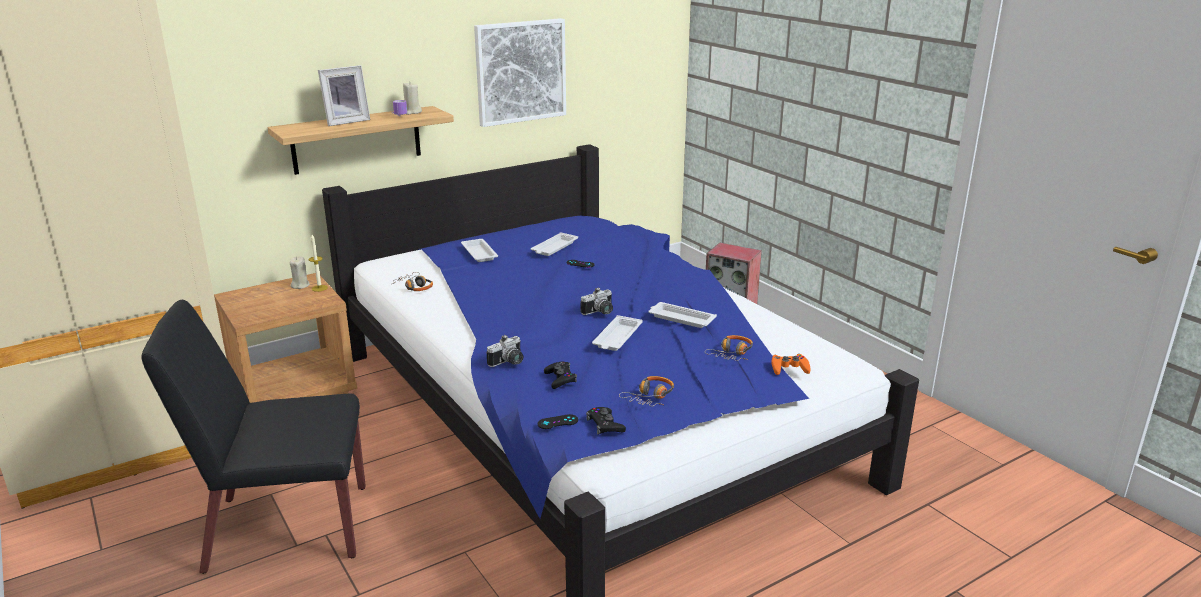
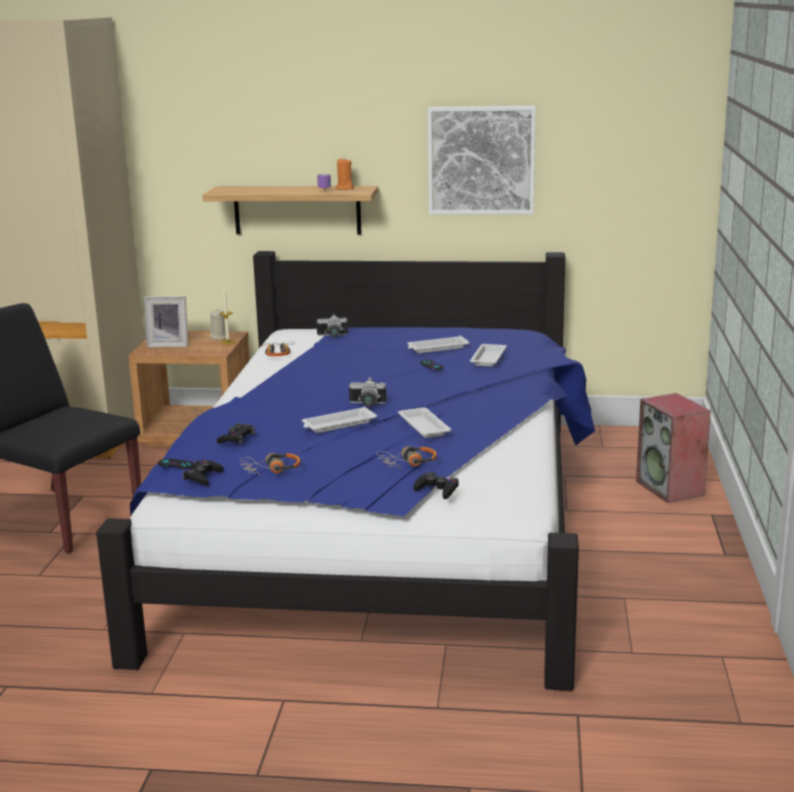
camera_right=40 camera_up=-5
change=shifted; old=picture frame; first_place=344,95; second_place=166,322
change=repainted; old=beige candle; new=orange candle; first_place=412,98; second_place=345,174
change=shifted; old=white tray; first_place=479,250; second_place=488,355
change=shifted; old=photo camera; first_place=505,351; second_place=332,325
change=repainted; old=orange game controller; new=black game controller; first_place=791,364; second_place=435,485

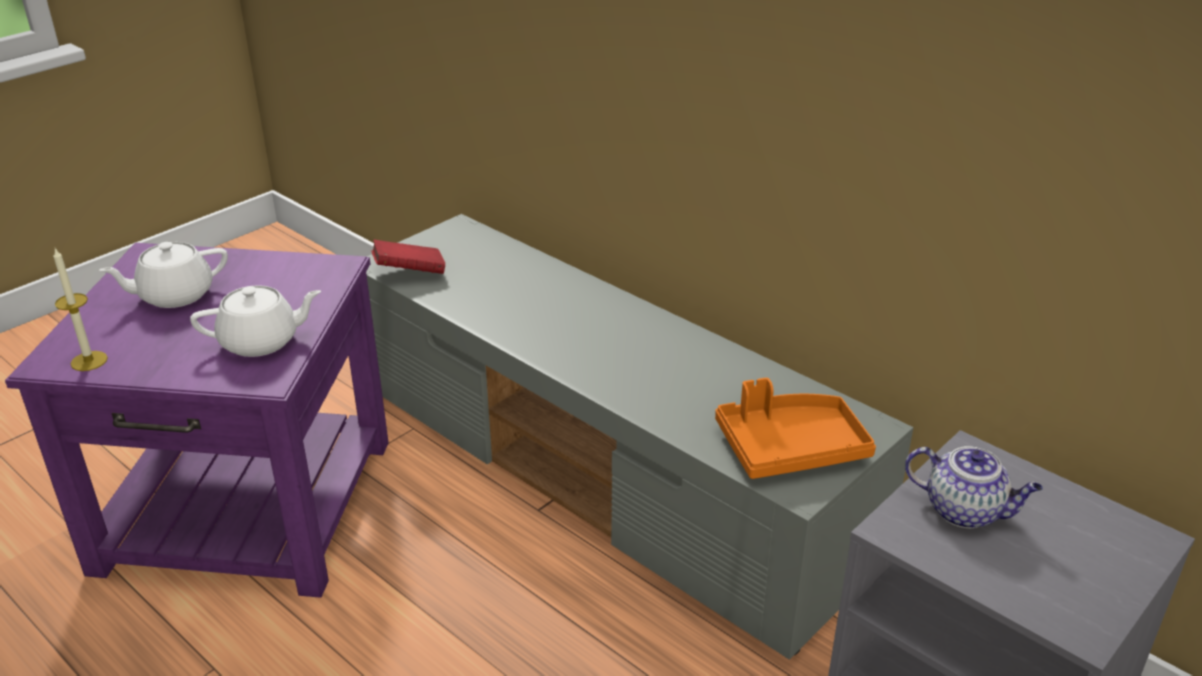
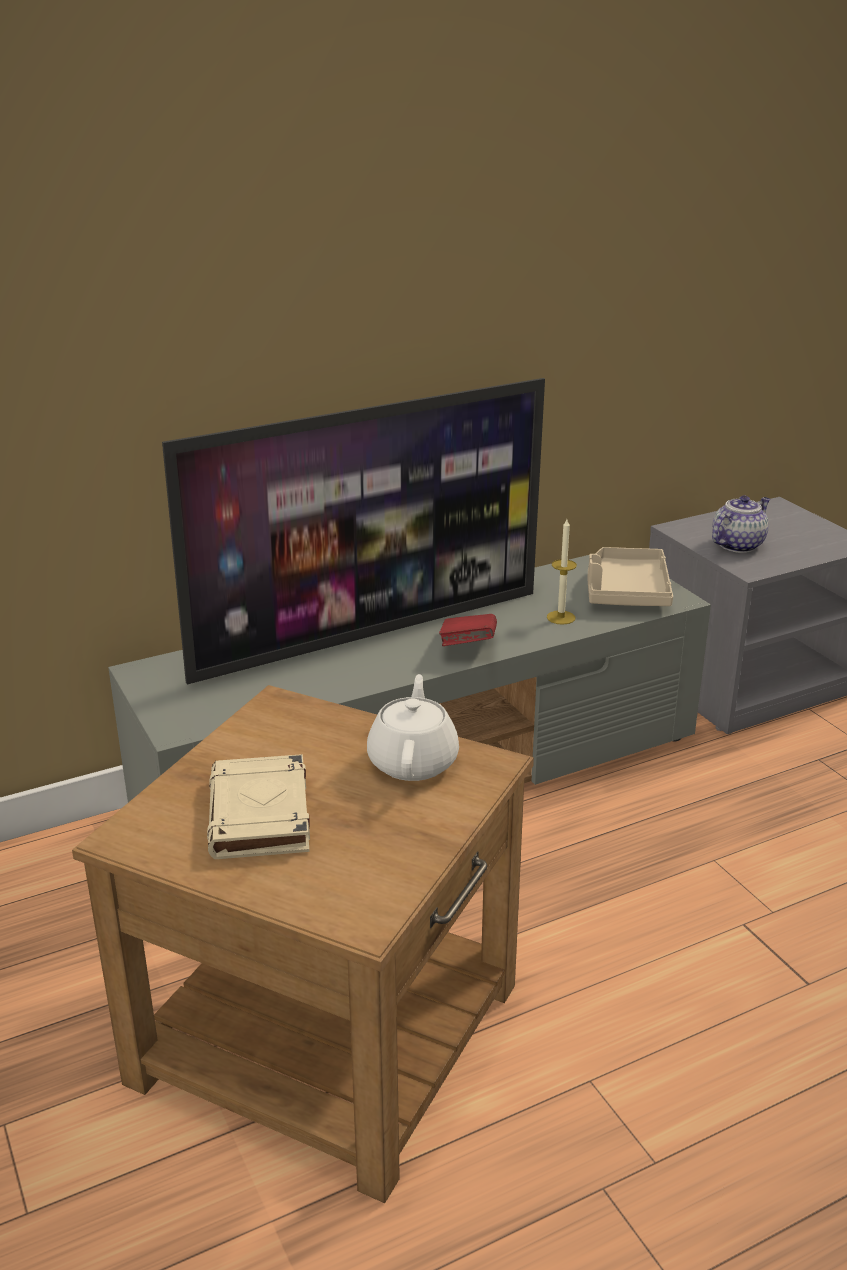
camera_right=-70 camera_up=-5
change=shifted; old=red book; first_place=408,257; second_place=468,630
change=swapped; old=white teapot; new=beige book; first_place=164,275; second_place=258,806
change=repainted; old=purple side table; new=brown side table; first_place=197,420; second_place=303,944
change=shifted; old=candle; first_place=80,309; second_place=562,572
change=repainted; old=orange tray; new=beige tray; first_place=795,428; second_place=630,576
change=new; new=television; second_place=353,531

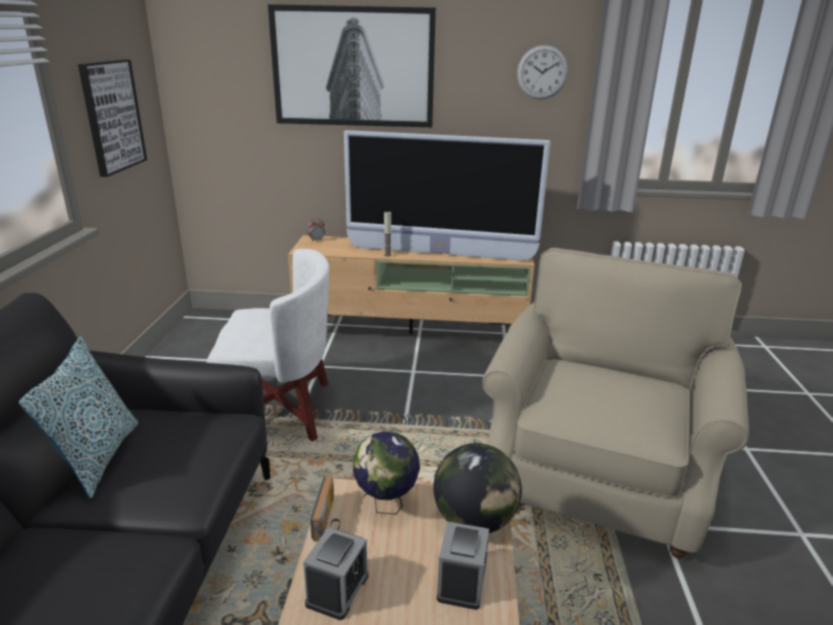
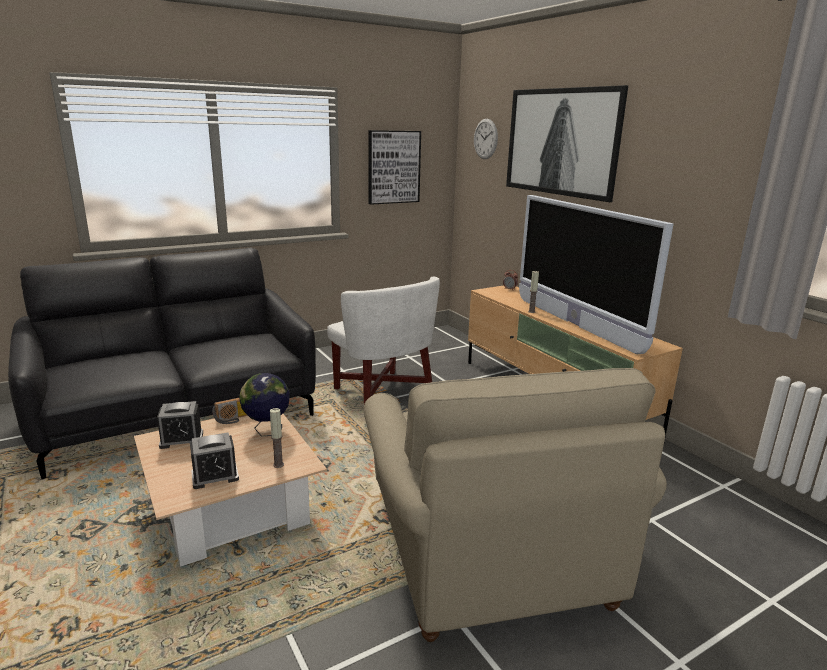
camera_right=55 camera_up=-5
change=shifted; old=wall clock; first_place=542,72; second_place=486,139
change=rotated; old=beige armchair; first_place=615,403; second_place=515,505; degrees=90
change=gone; old=pillow; first_place=78,417
change=swapped; old=globe; new=candle; first_place=477,488; second_place=277,438

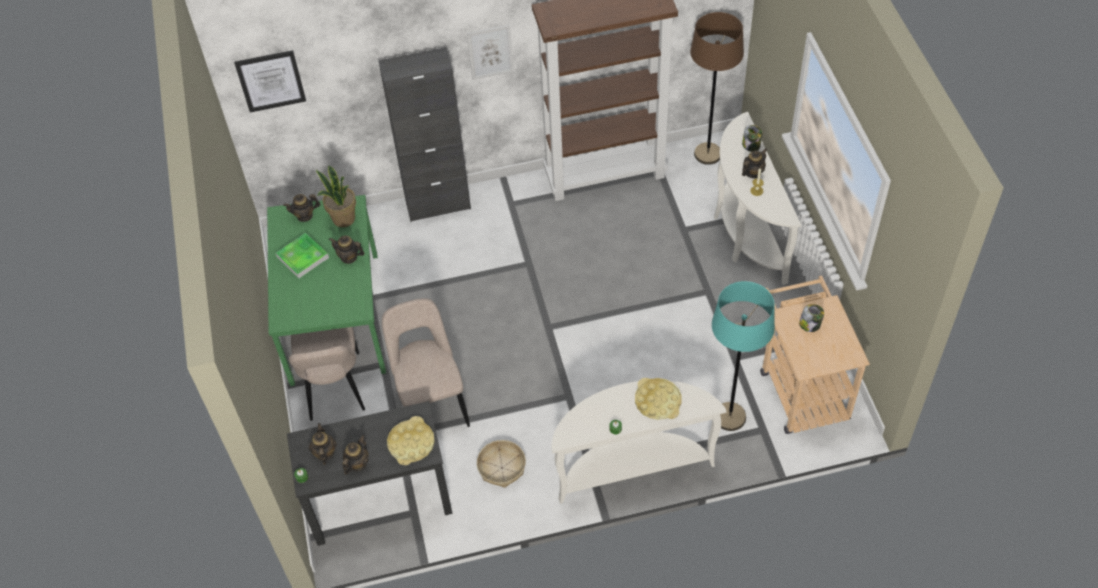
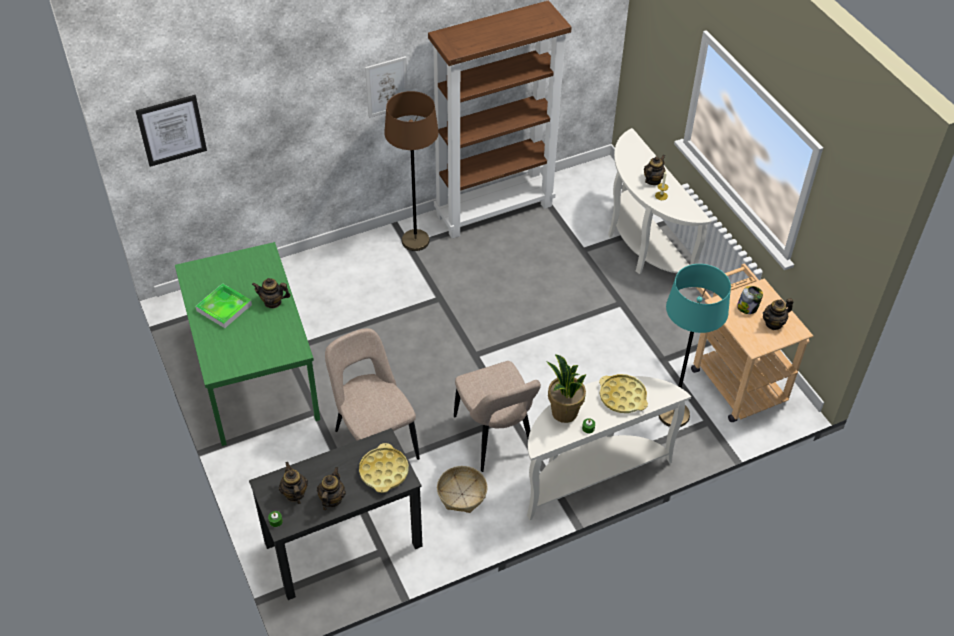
camera_right=-15 camera_up=-5
change=shifted; old=brown floor lamp; first_place=717,88; second_place=411,171
change=gone; old=black cabinet; first_place=424,134
change=gone; old=jar; first_place=752,138
change=shifted; old=potted plant; first_place=336,196; second_place=566,389
change=shifted; old=teapot; first_place=301,208; second_place=778,314
change=shifted; old=beige chair; first_place=327,374; second_place=497,416

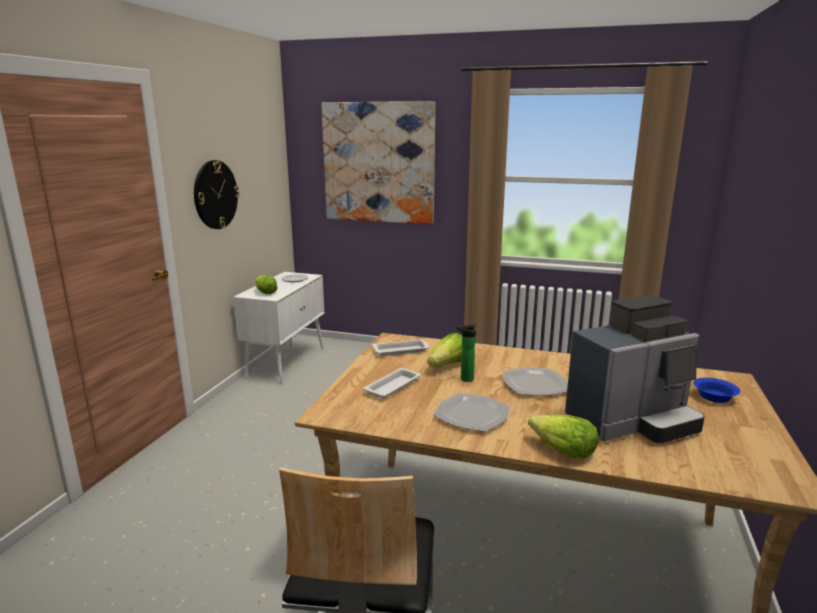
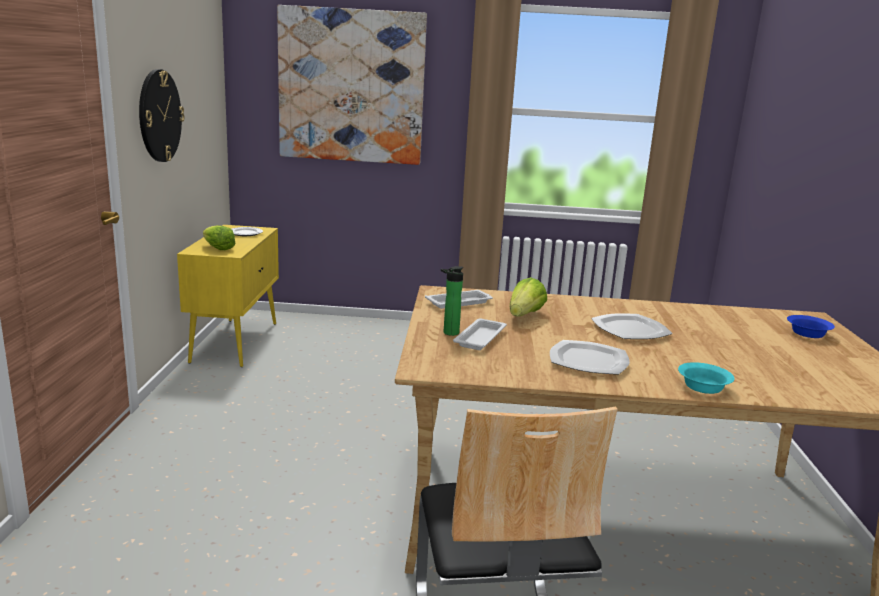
camera_right=-15 camera_up=0
change=repainted; old=white cabinet; new=yellow cabinet; first_place=278,328; second_place=228,296
change=gone; old=coffee machine; first_place=635,369
change=shifted; old=bottle; first_place=466,353; second_place=452,301
change=swapped; old=lettuce; new=turquoise bowl; first_place=563,437; second_place=706,378

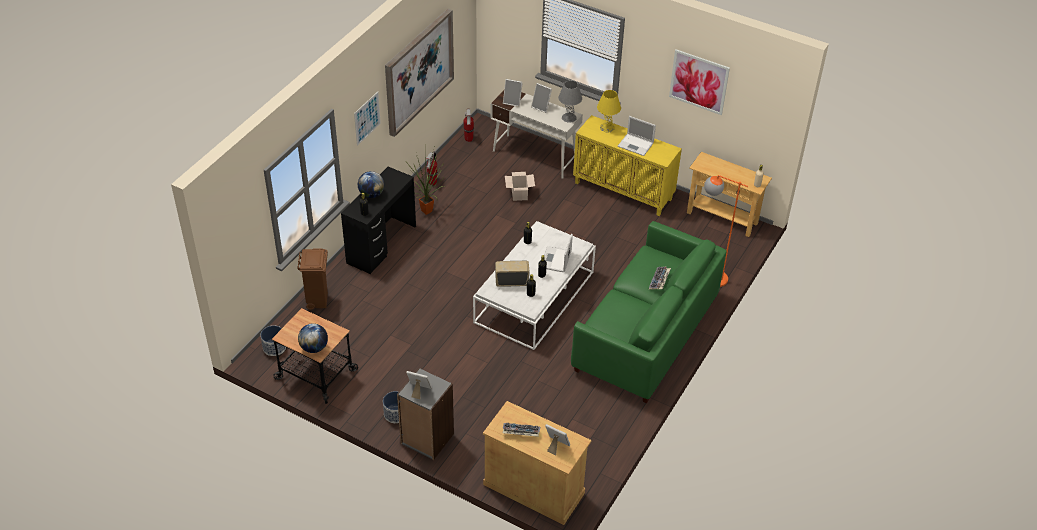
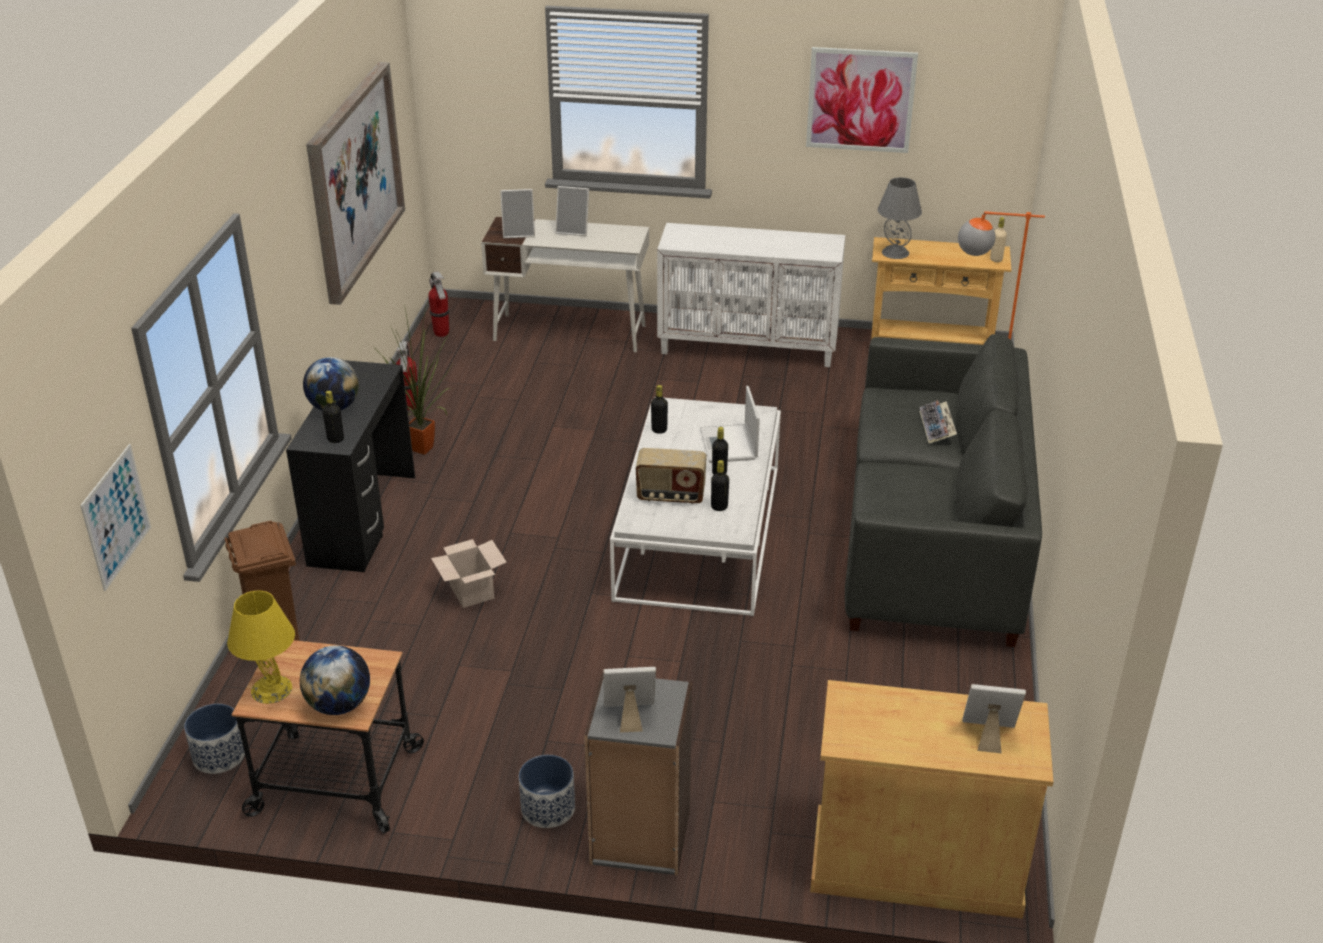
camera_right=-20 camera_up=-10
change=shifted; old=grey table lamp; first_place=570,101; second_place=900,218
change=shifted; old=yellow table lamp; first_place=609,111; second_place=261,647
change=shifted; old=picture; first_place=367,119; second_place=115,517
change=repainted; old=yellow cabinet; new=white cabinet; first_place=627,165; second_place=751,295
change=gone; old=laptop; first_place=637,136
change=shifted; old=cardboard box; first_place=520,186; second_place=469,573
change=repainted; old=green sofa; new=grey sofa; first_place=648,312; second_place=943,490
change=rotated; old=radio; first_place=512,274; second_place=671,476; degrees=-150
change=gone; old=keyboard; first_place=521,430

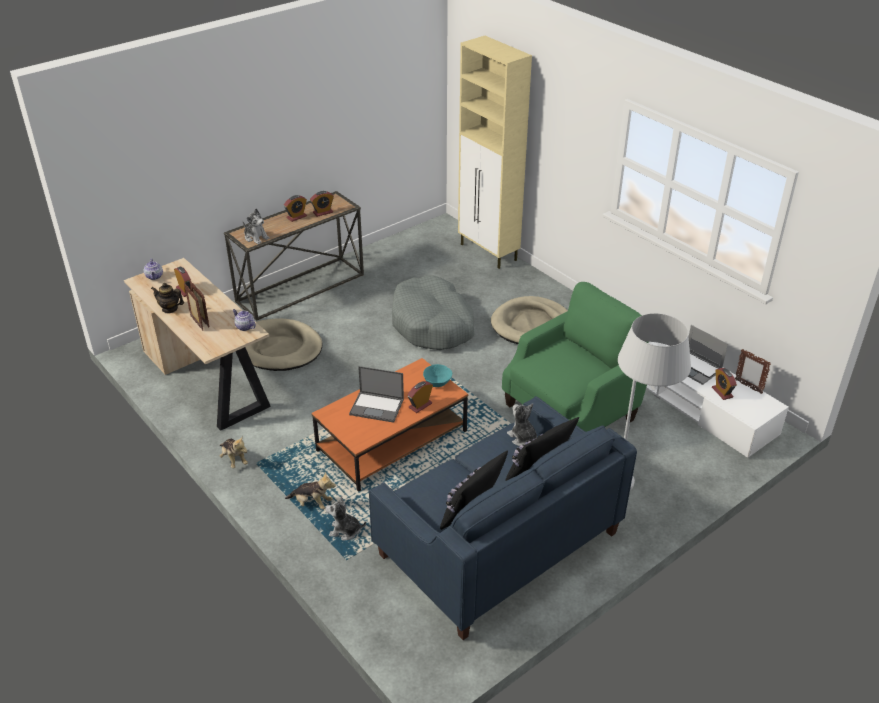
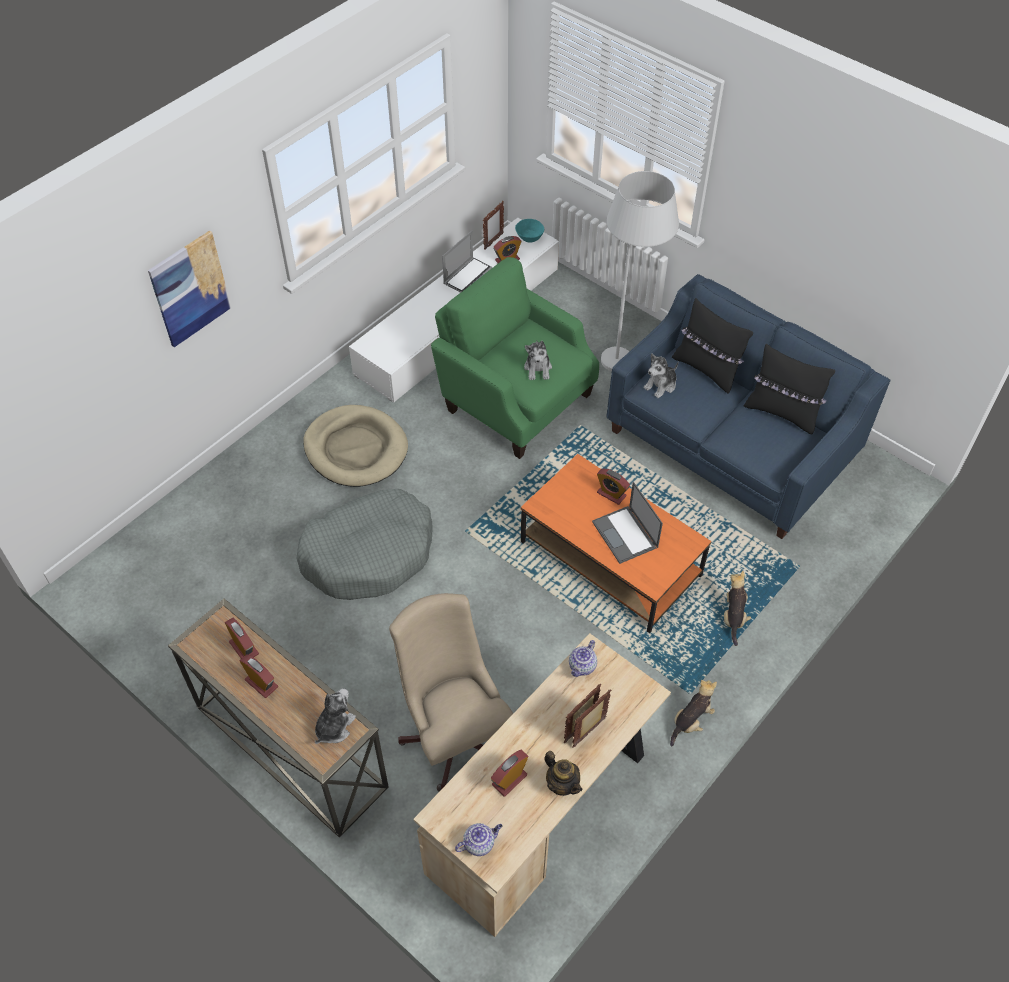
camera_right=-100 camera_up=15
change=gone; old=beige cabinet; first_place=495,152
change=rotated; old=teapot; first_place=167,298; second_place=563,773; degrees=-45
change=swapped; old=beige dog bed; new=beige office chair; first_place=283,344; second_place=451,692
change=shifted; old=turquoise bowl; first_place=437,375; second_place=529,231
change=rotated; old=laptop; first_place=376,394; second_place=627,523; degrees=150
change=shifted; old=plush toy; first_place=345,518; second_place=538,360
change=new; new=picture; second_place=189,288

